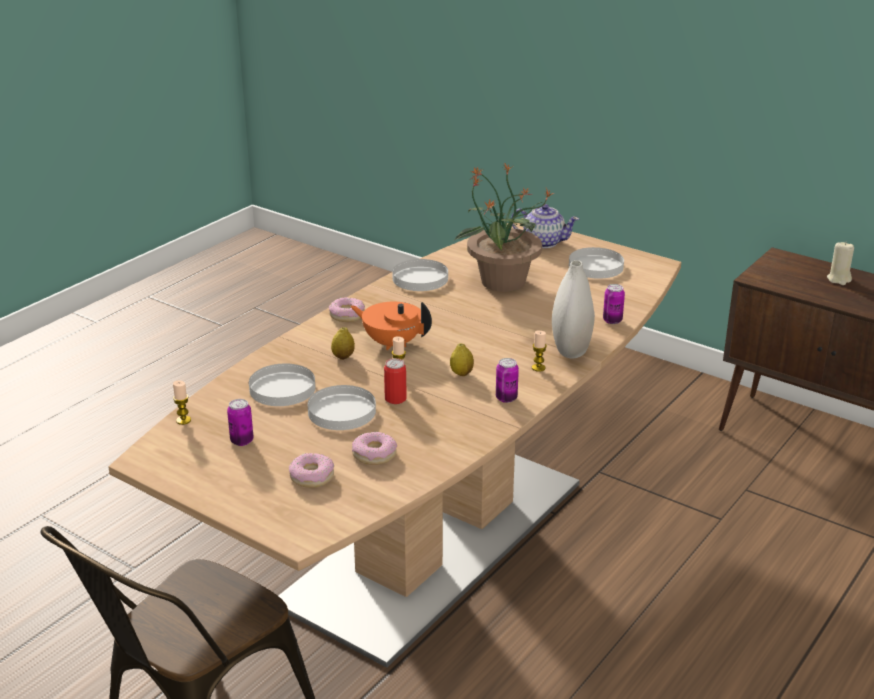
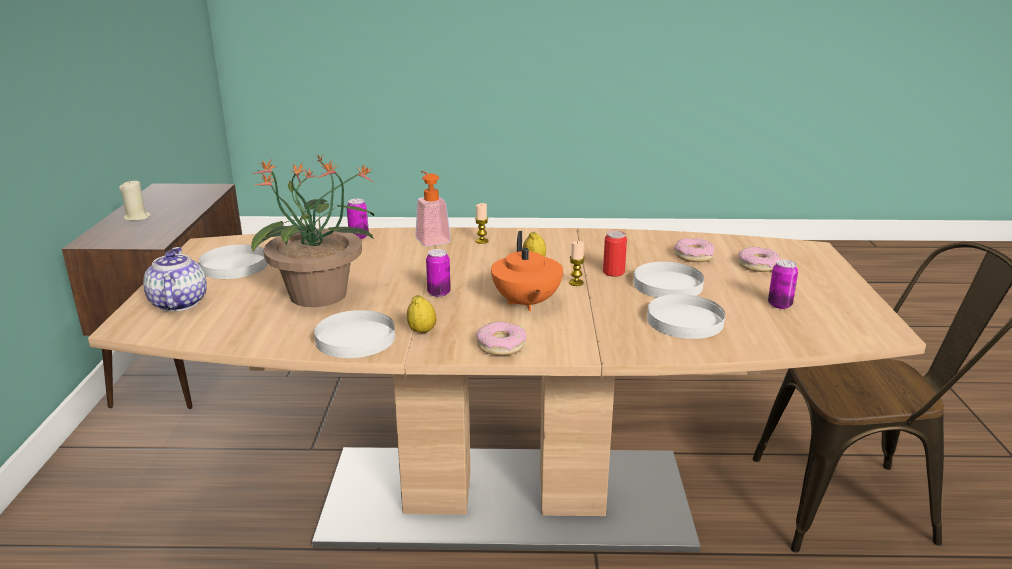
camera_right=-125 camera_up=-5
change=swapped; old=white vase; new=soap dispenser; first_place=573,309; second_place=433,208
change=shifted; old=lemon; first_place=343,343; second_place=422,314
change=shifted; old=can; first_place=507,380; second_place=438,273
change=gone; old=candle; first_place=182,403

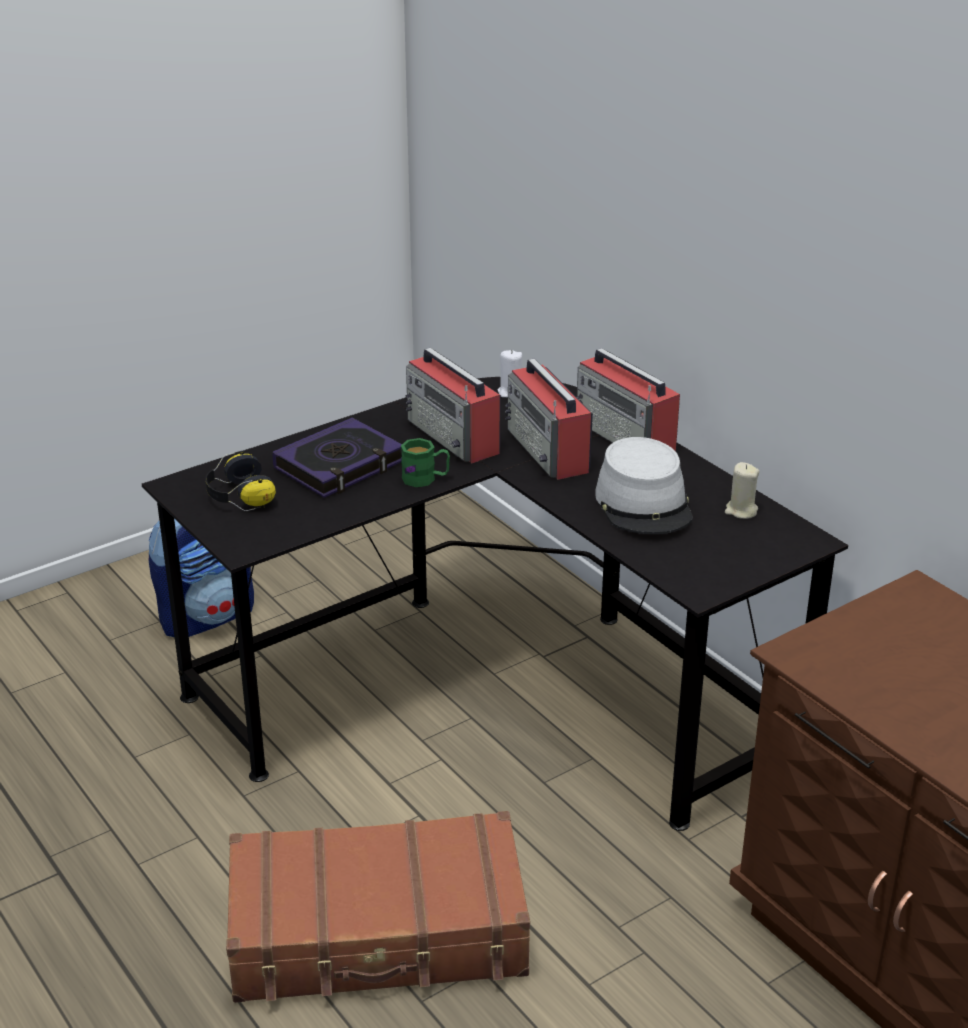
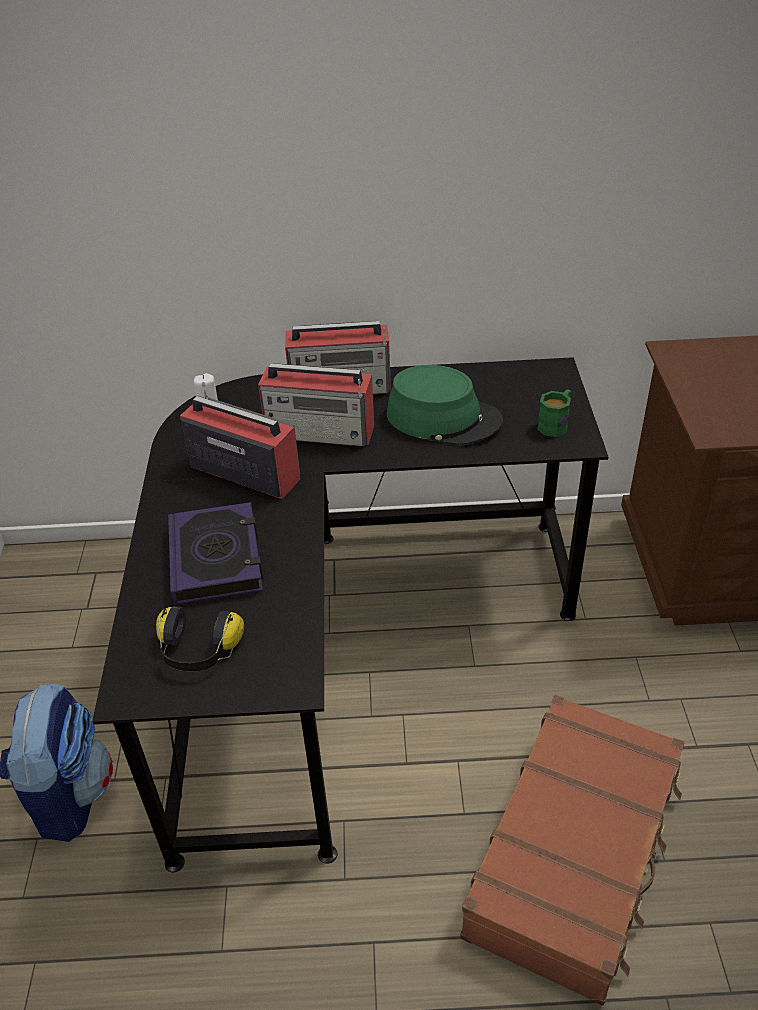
camera_right=-55 camera_up=10
change=rotated; old=radio; first_place=453,405; second_place=240,440; degrees=-150
change=repainted; old=grey hat; new=green hat; first_place=644,485; second_place=445,405
change=shifted; old=green mug; first_place=425,462; second_place=554,413
change=gone; old=beige candle; first_place=742,490

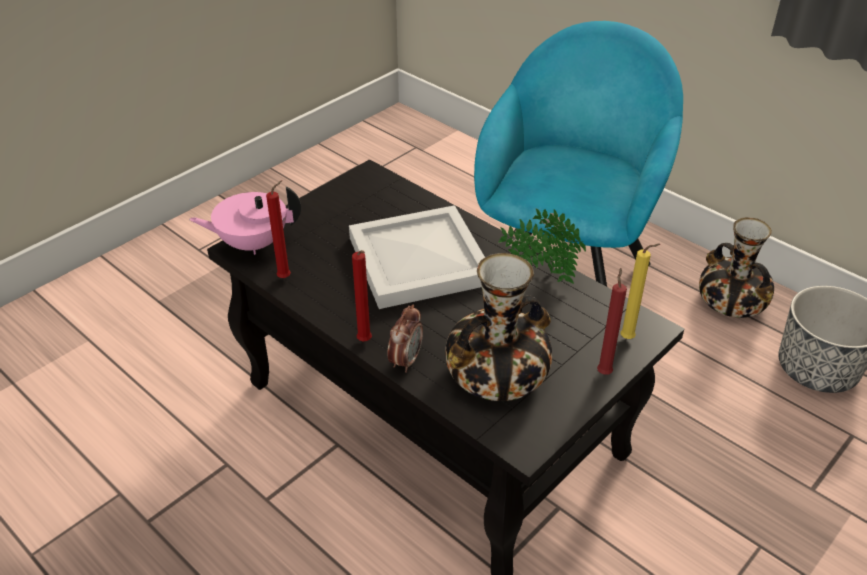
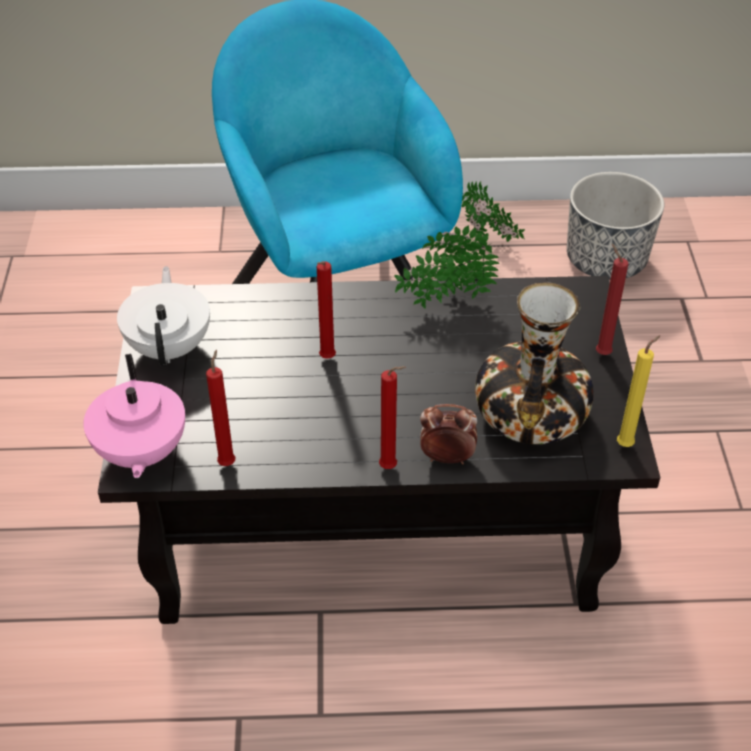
camera_right=-45 camera_up=5
change=rotated; old=pink teapot; first_place=245,221; second_place=134,416; degrees=-45
change=swapped; old=white tray; new=red candle; first_place=417,257; second_place=326,310
change=swapped; old=vase; new=potted plant; first_place=736,267; second_place=493,211
change=shifted; old=yellow candle; first_place=640,291; second_place=638,391
change=rotated; old=alarm clock; first_place=405,339; second_place=448,434; degrees=-60
change=new; new=white teapot; second_place=163,316

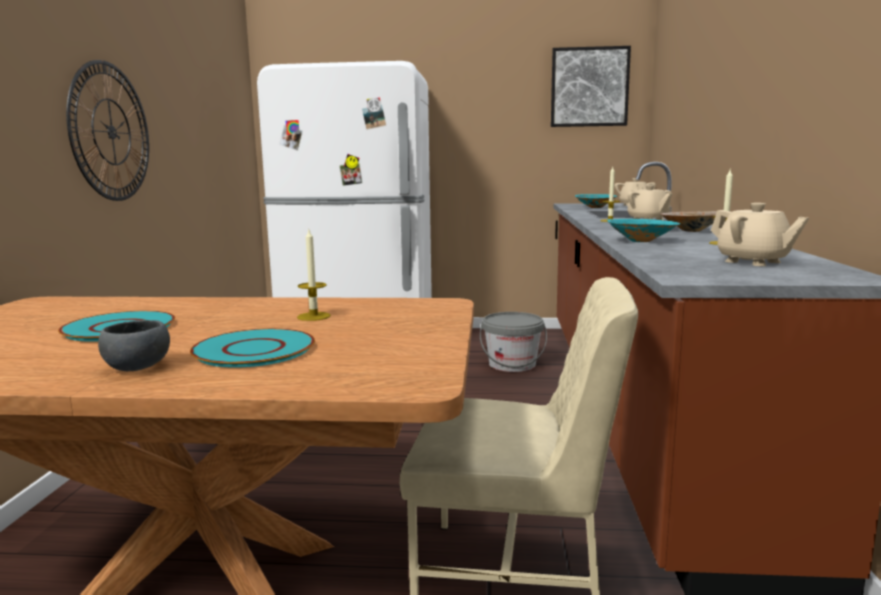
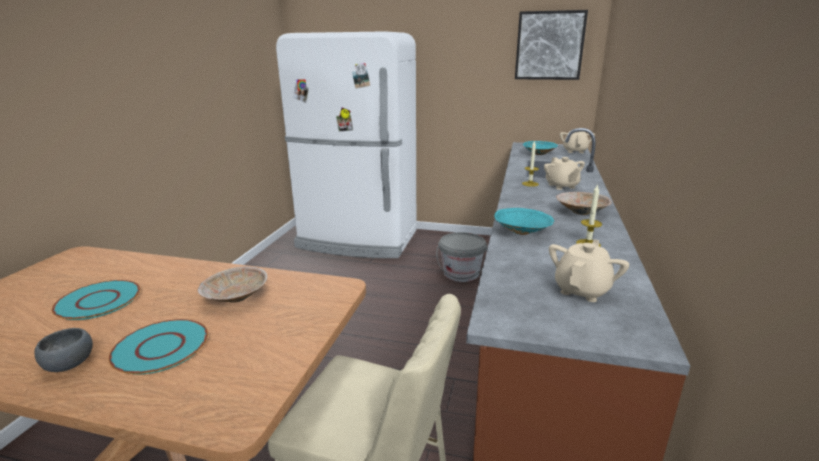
camera_right=10 camera_up=10
change=gone; old=wall clock; first_place=107,130
change=rotated; old=beige teapot; first_place=760,234; second_place=589,270; degrees=-120
change=swapped; old=candle; new=beige bowl; first_place=314,275; second_place=233,285

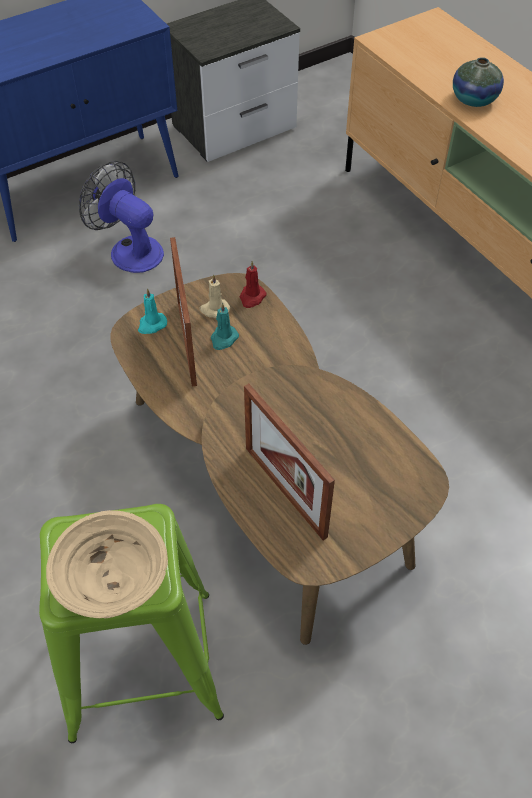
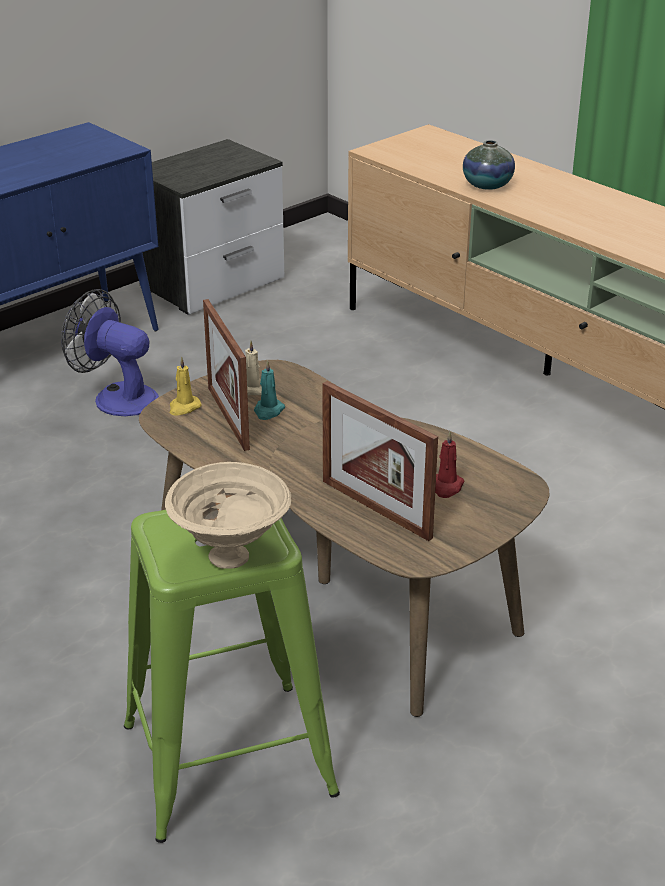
camera_right=-10 camera_up=-20
change=shifted; old=red candle; first_place=252,284; second_place=450,465
change=repainted; old=turquoise candle; new=yellow candle; first_place=152,311; second_place=186,386

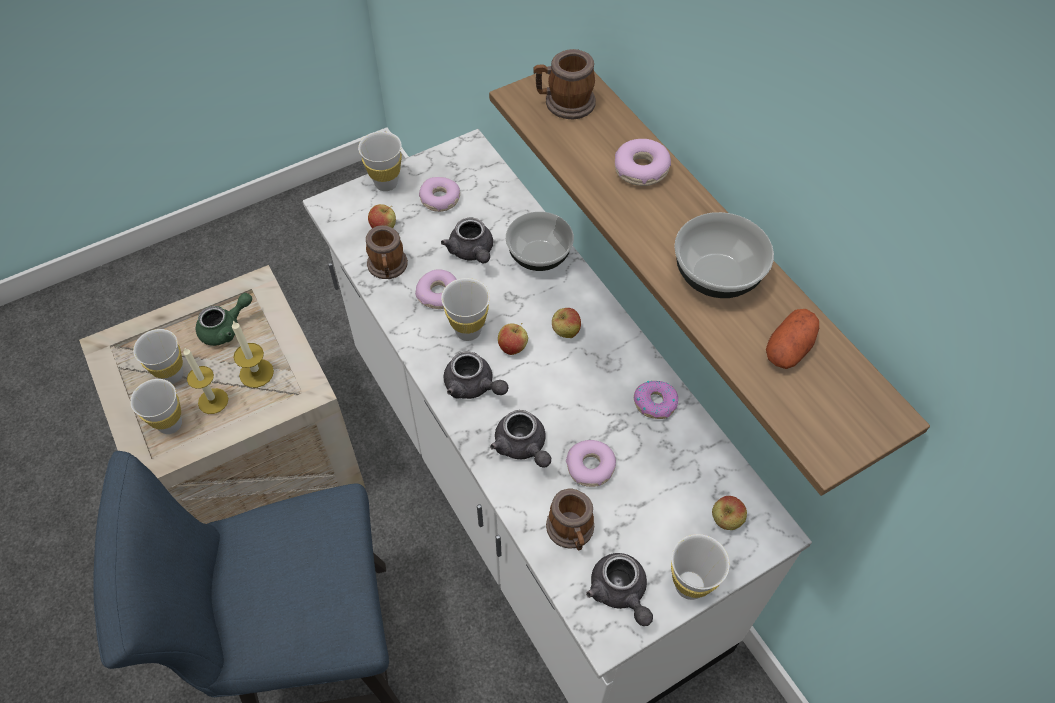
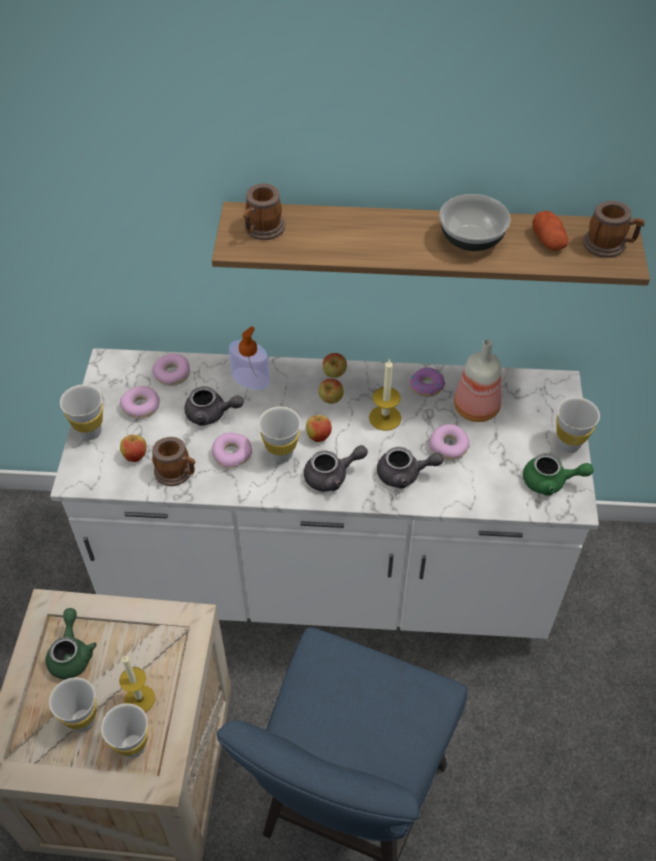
camera_right=-55 camera_up=-5
change=shifted; old=donut; first_place=643,162; second_place=171,369
change=swapped; old=bowl; new=soap dispenser; first_place=540,241; second_place=249,358
change=shifted; old=candle; first_place=253,354; second_place=385,394
change=shifted; old=mug; first_place=570,519; second_place=614,229
change=shifted; old=apple; first_place=729,513; second_place=335,365
change=repainted; old=grey teapot; new=green teapot; first_place=619,589; second_place=558,474
change=new; new=bottle; second_place=478,380

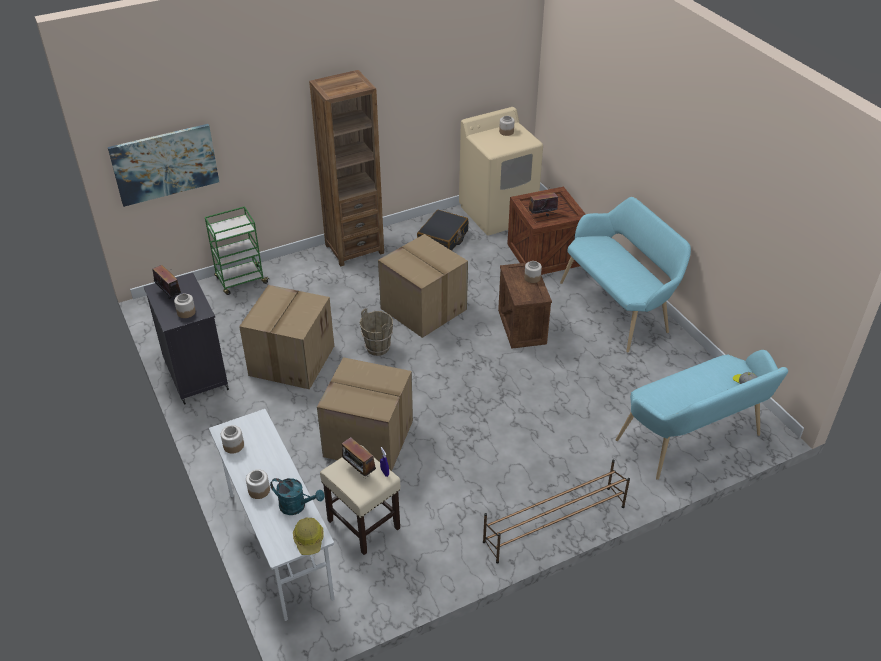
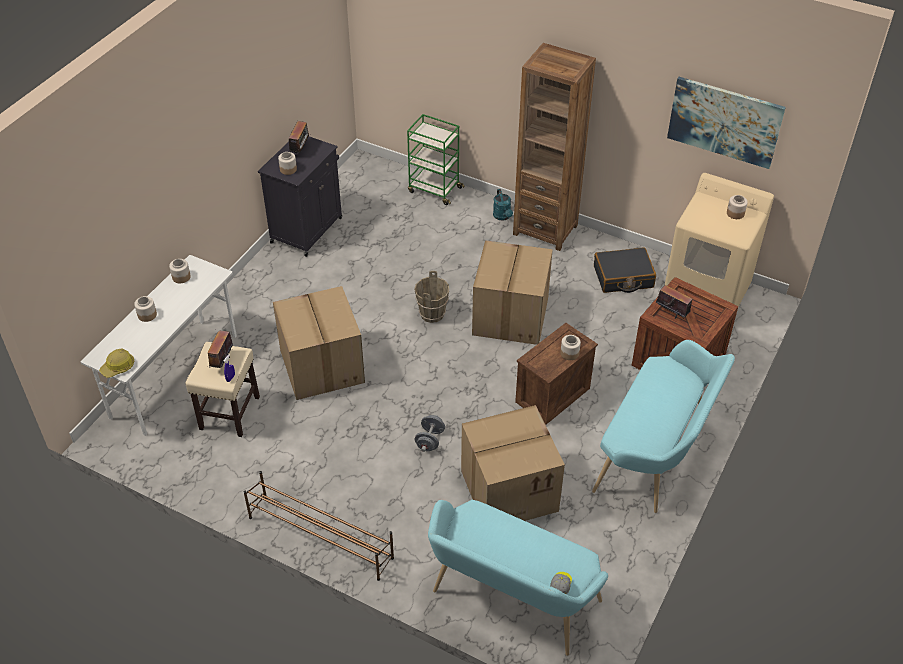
camera_right=55 camera_up=5
change=shifted; old=picture; first_place=163,165; second_place=726,123
change=shifted; old=cardboard box; first_place=286,337; second_place=513,463
change=shifted; old=turquoise watering can; first_place=297,496; second_place=503,205
change=new; new=grey dumbbell; second_place=430,433

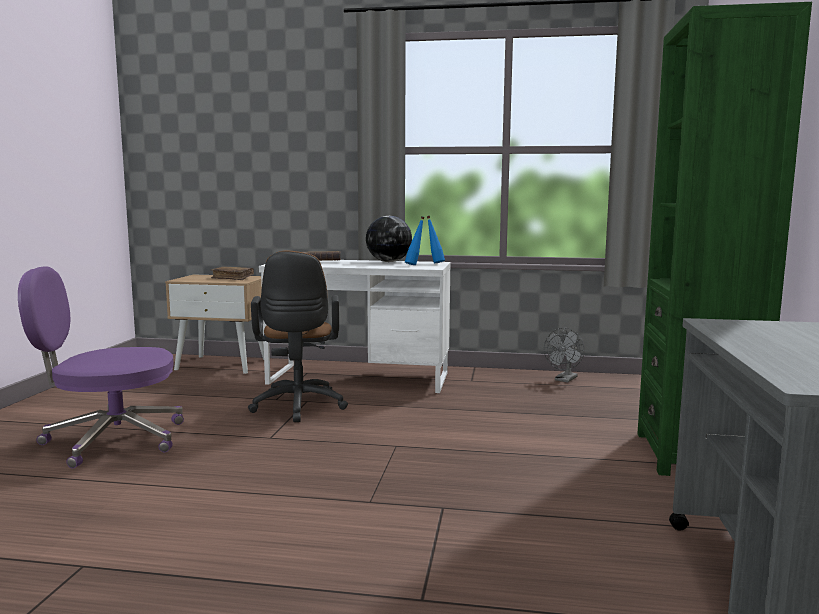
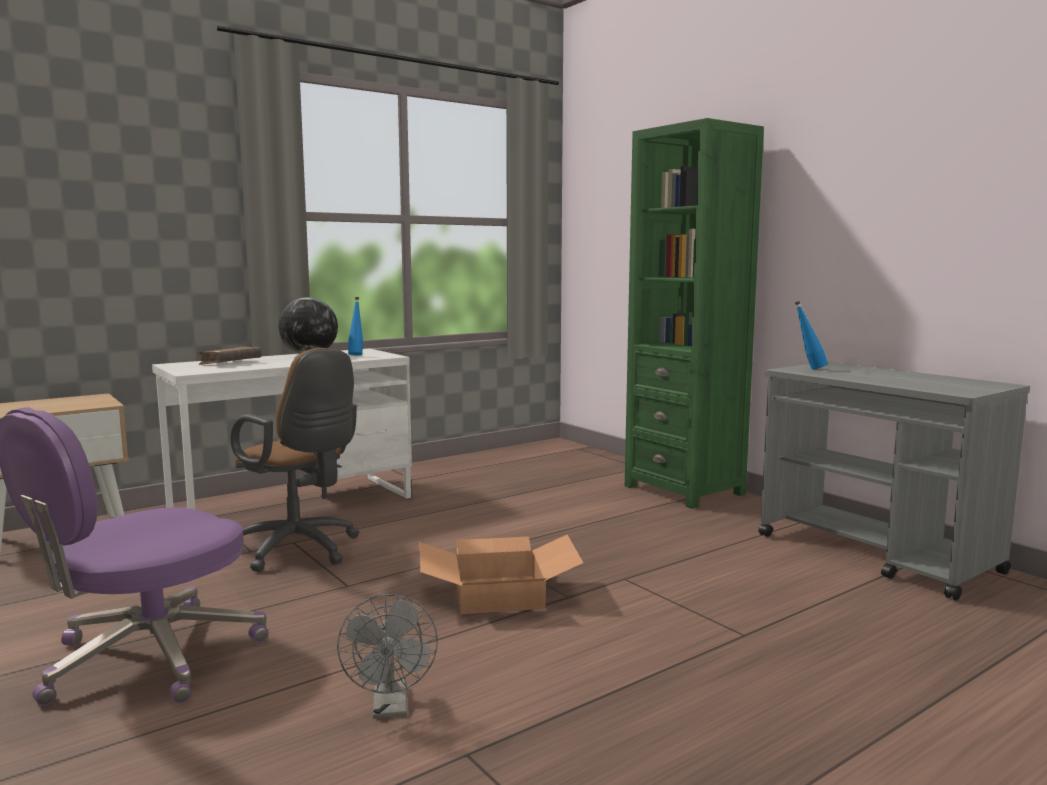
camera_right=-45 camera_up=0
change=shifted; old=blue bottle; first_place=436,239; second_place=811,335
change=gone; old=brown book; first_place=232,273
change=shifted; old=grey fan; first_place=564,355; second_place=387,656
change=new; new=cardboard box; second_place=501,574

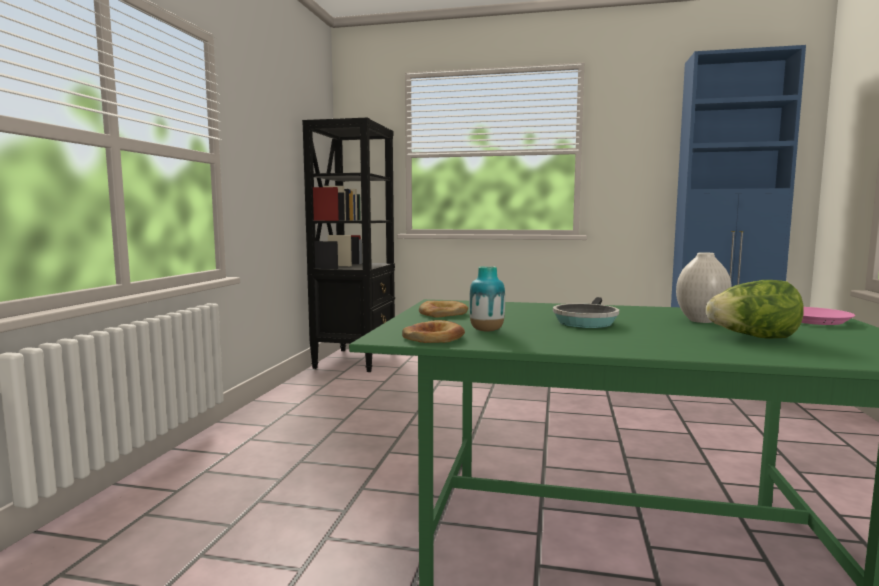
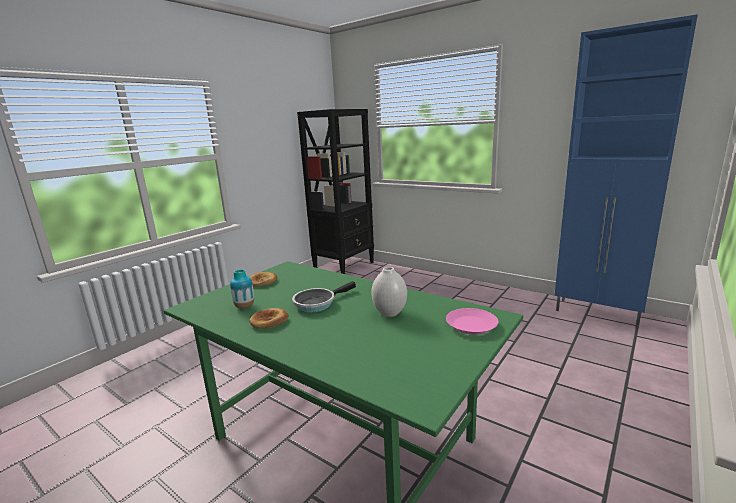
camera_right=25 camera_up=10
change=gone; old=lettuce; first_place=755,309
change=shifted; old=bread; first_place=433,331; second_place=269,318

